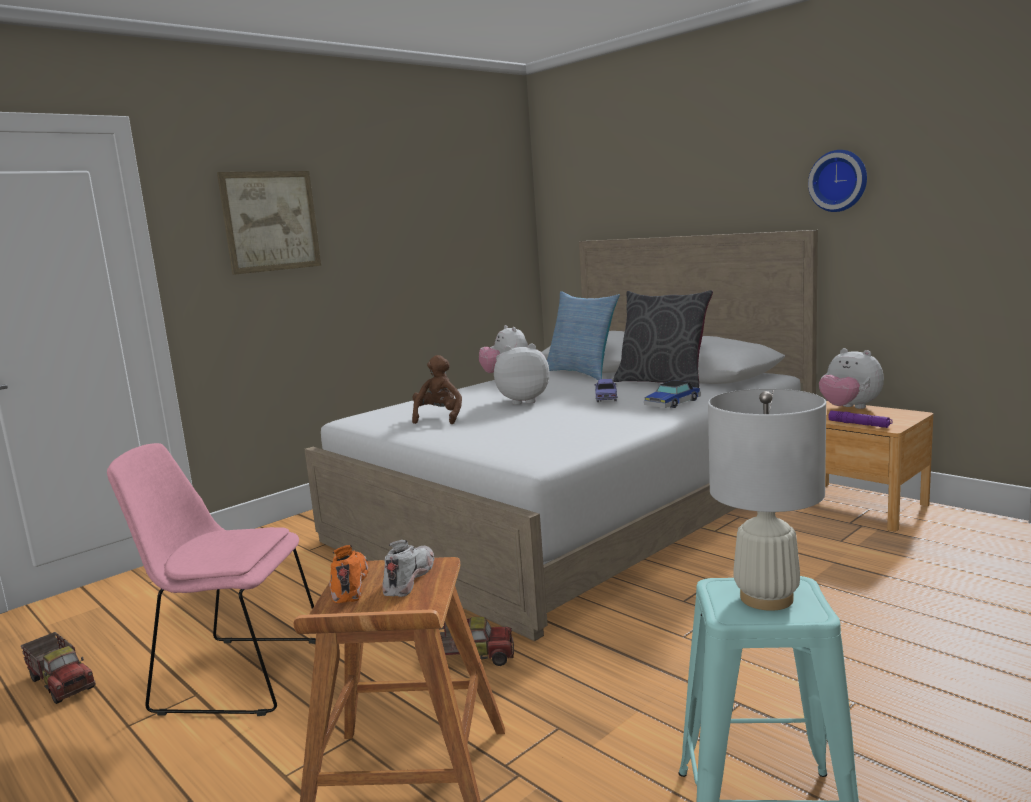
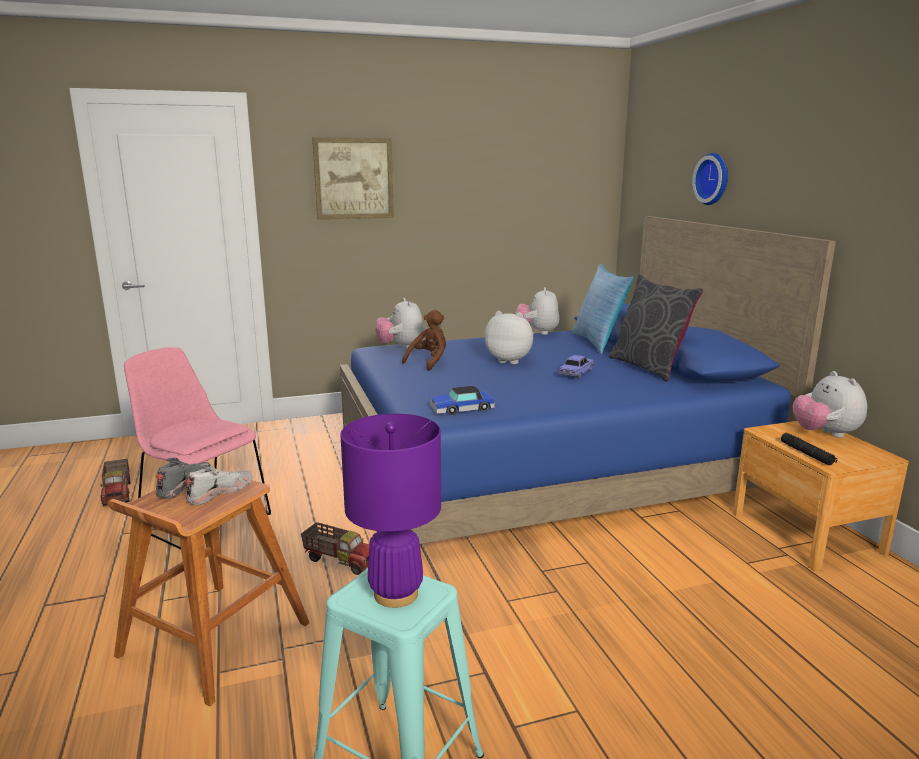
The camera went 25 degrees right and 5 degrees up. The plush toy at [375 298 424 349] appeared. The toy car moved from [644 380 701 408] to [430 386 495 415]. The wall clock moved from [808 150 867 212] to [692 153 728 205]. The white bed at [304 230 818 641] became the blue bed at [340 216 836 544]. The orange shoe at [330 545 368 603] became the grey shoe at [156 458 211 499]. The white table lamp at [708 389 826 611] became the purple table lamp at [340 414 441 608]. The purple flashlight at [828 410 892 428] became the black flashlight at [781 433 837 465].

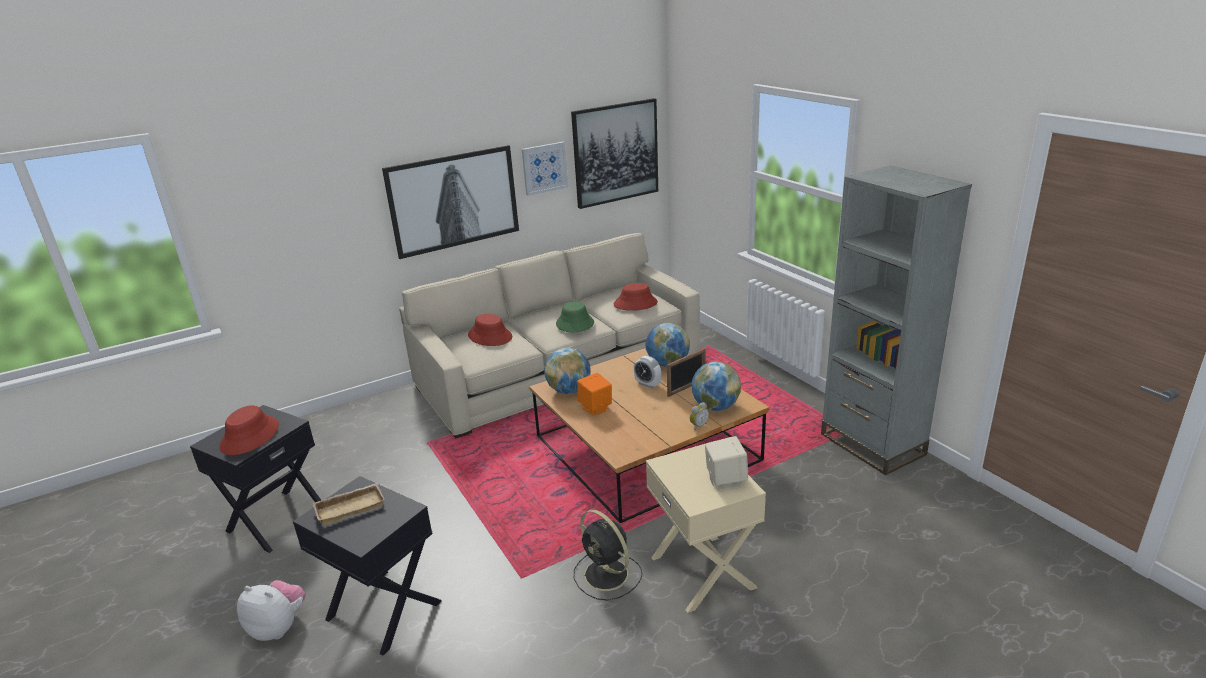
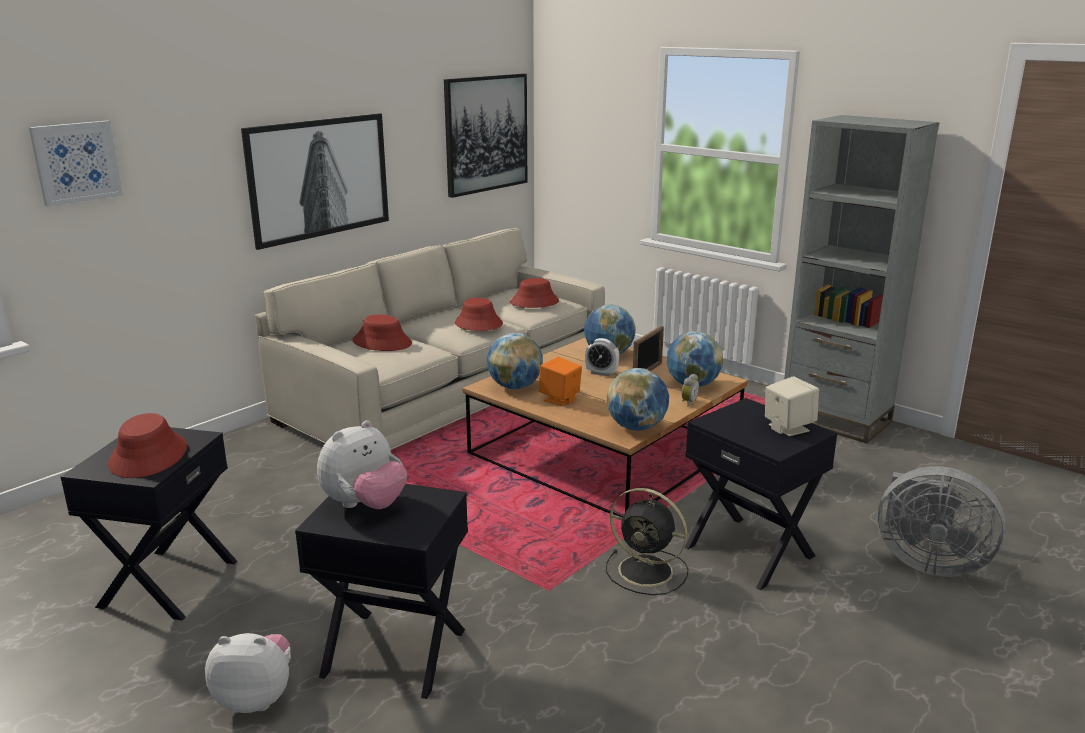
The camera went 20 degrees left and 5 degrees down. The globe at [607 368 669 431] appeared. The grey fan at [878 466 1006 577] appeared. The picture moved from [522 142 568 196] to [29 121 123 207]. The beige tray at [313 483 385 525] was replaced by the plush toy at [317 420 407 509]. The green hat at [556 301 594 332] became the red hat at [455 298 503 331]. The beige side table at [646 444 766 613] became the black side table at [684 398 838 590].

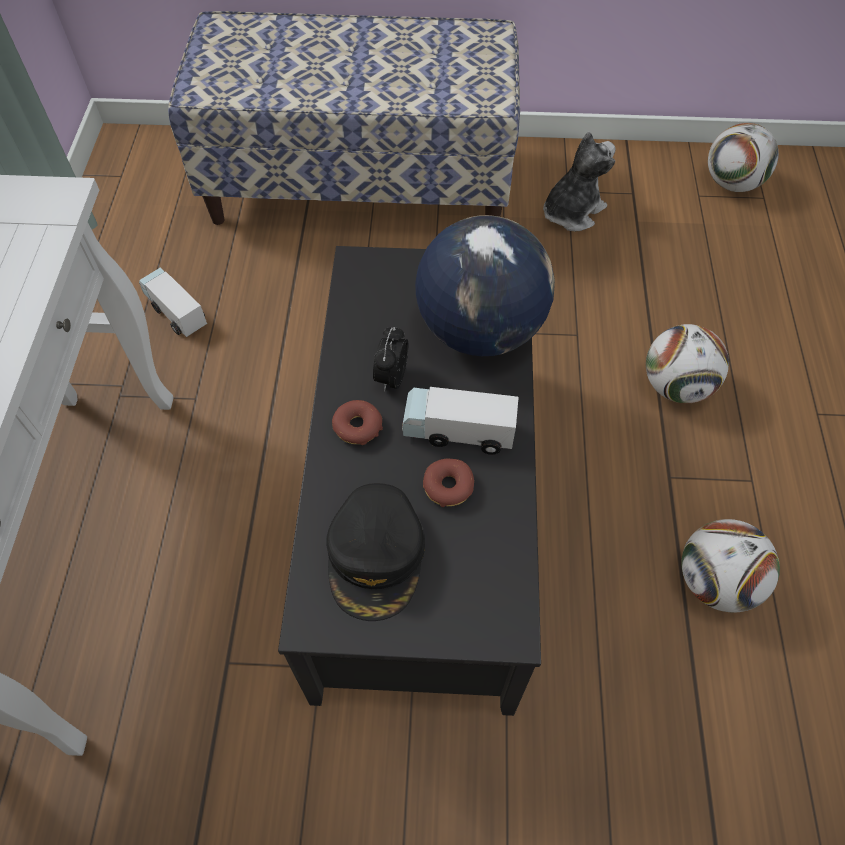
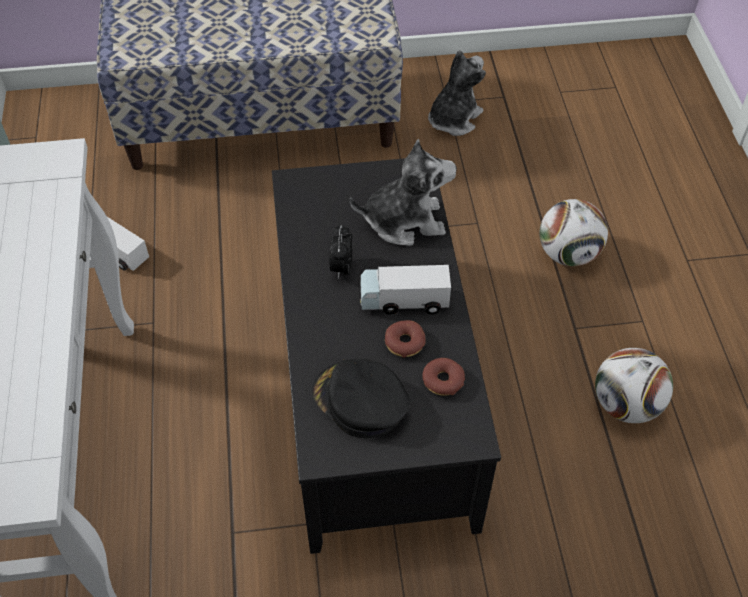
The camera went 10 degrees left and 5 degrees down. The football at [708 123 779 192] disappeared. The donut moved from [332 400 383 445] to [422 358 465 396]. The globe at [415 215 555 356] was replaced by the plush toy at [350 139 457 246]. The black cap at [326 483 425 621] turned 135 degrees clockwise.

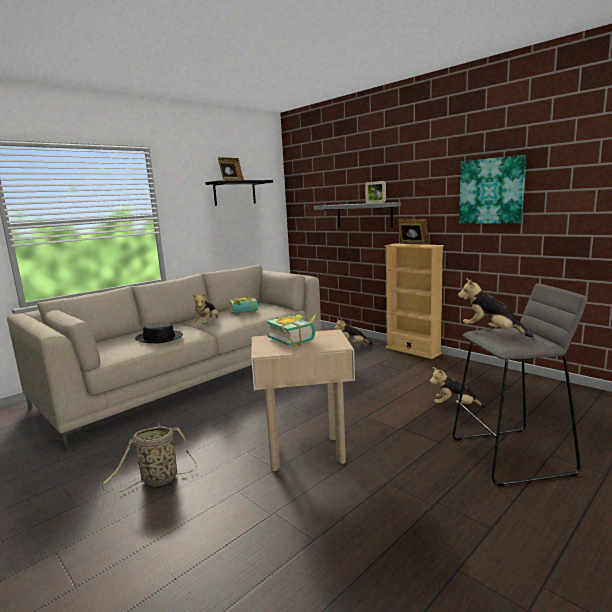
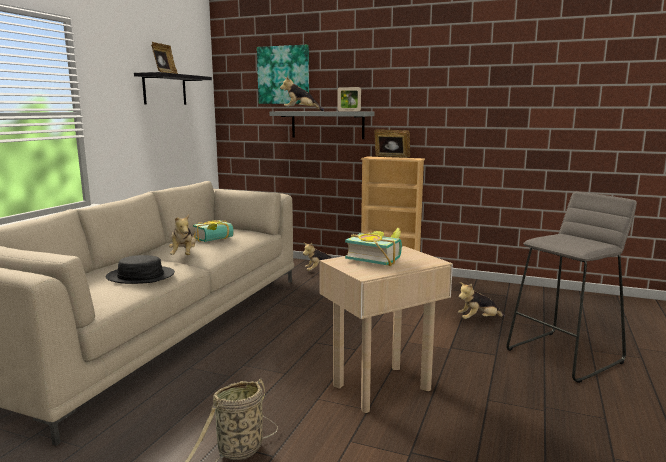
The camera went 25 degrees left and 0 degrees up. The plush toy moved from [458 278 534 338] to [280 76 325 111]. The picture moved from [459 155 526 224] to [257 45 309 104].

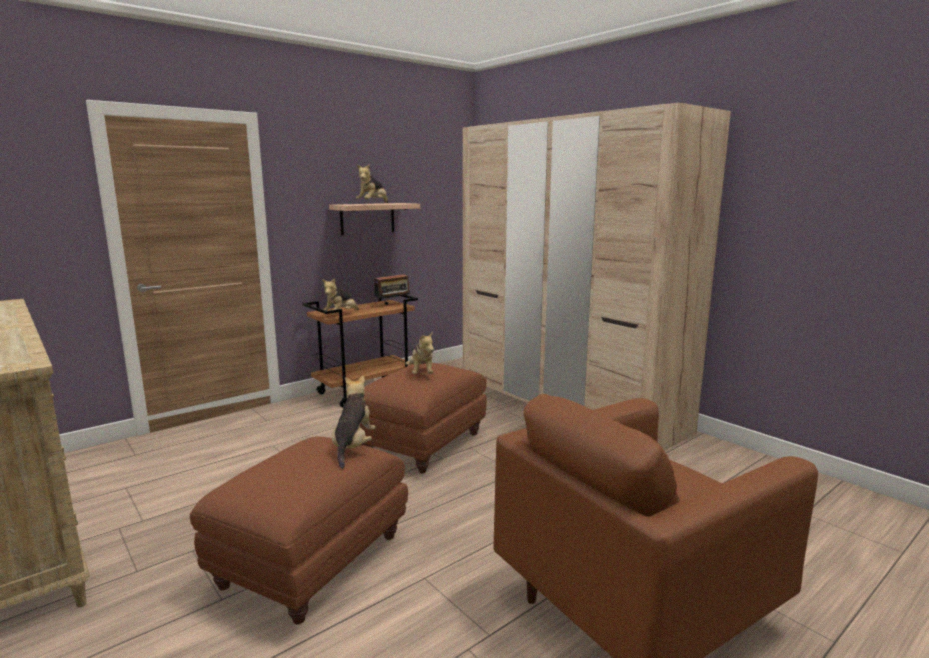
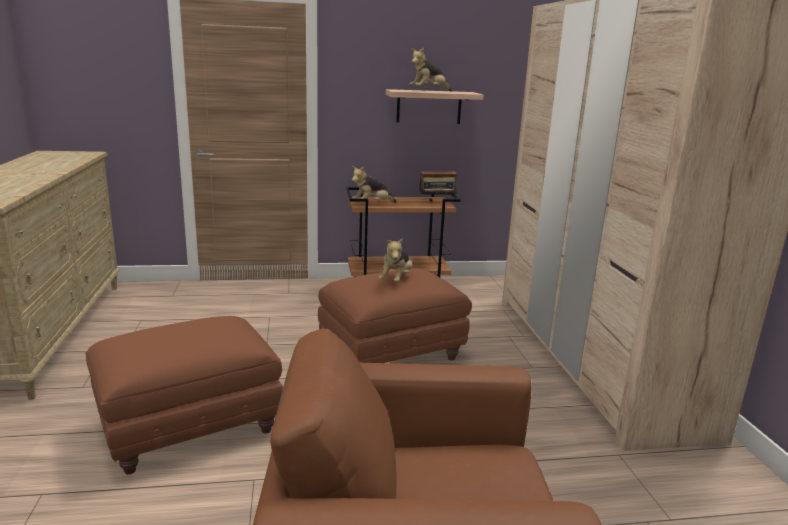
The camera went 30 degrees right and 5 degrees up. The plush toy at [332 376 375 469] disappeared.

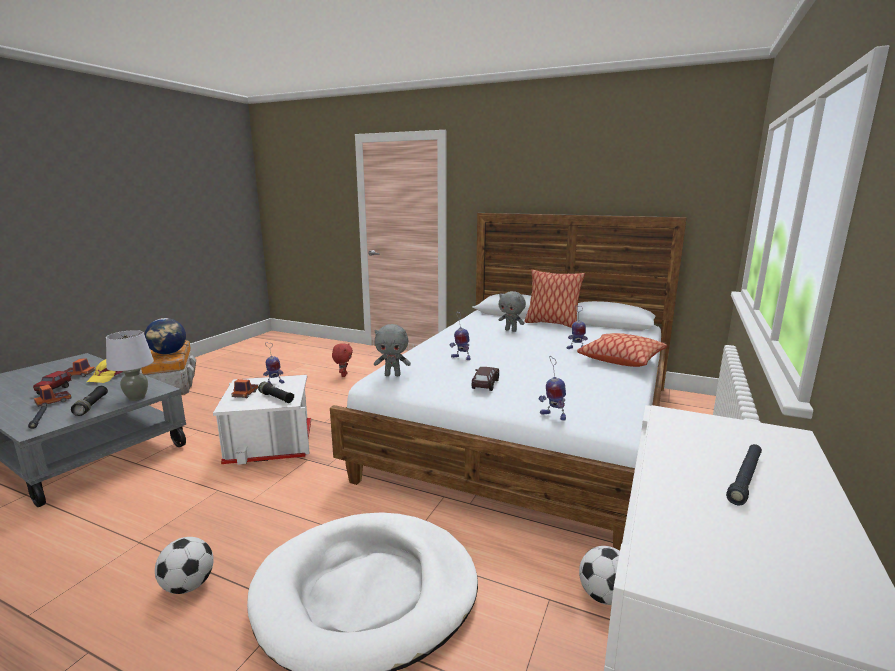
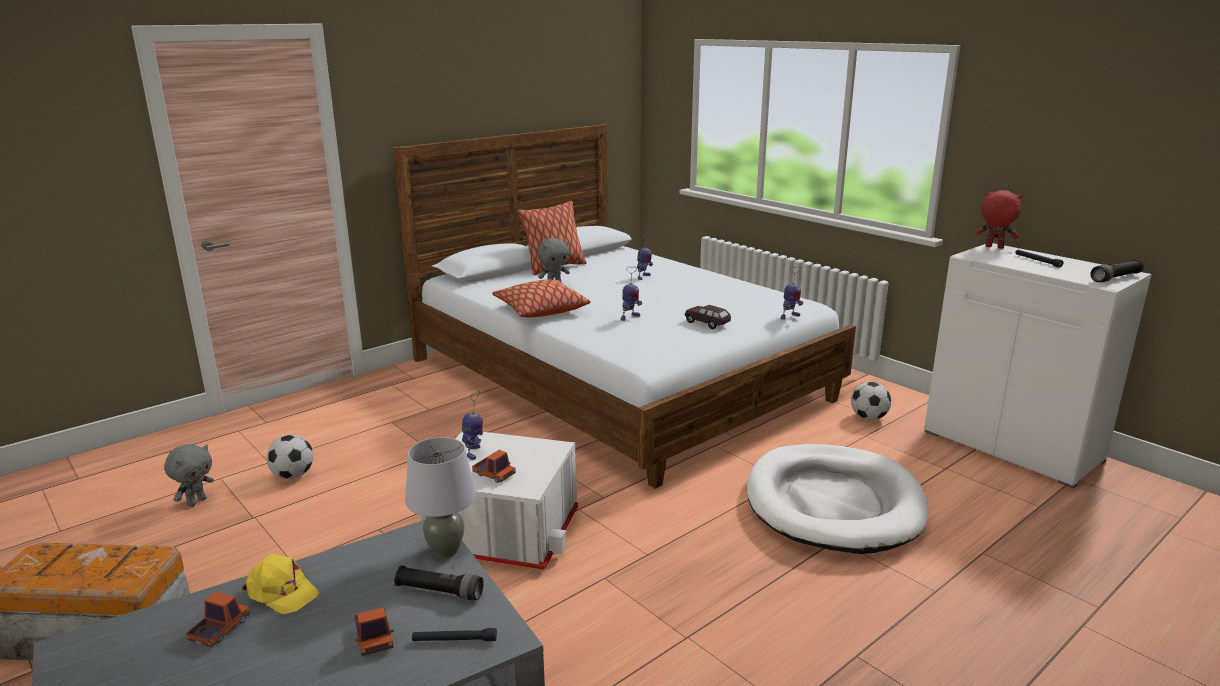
The camera went 65 degrees left and 5 degrees up. The toy truck at [33 371 71 395] disappeared. The globe at [145 318 186 354] disappeared. The football moved from [155 537 214 594] to [267 435 313 479]. The black flashlight moved from [258 382 294 403] to [1090 260 1144 282]. The red plush toy moved from [332 343 353 377] to [975 190 1022 249]. The grey plush toy moved from [374 324 411 376] to [164 444 214 507]. The pillow moved from [577 333 667 367] to [492 279 591 318].

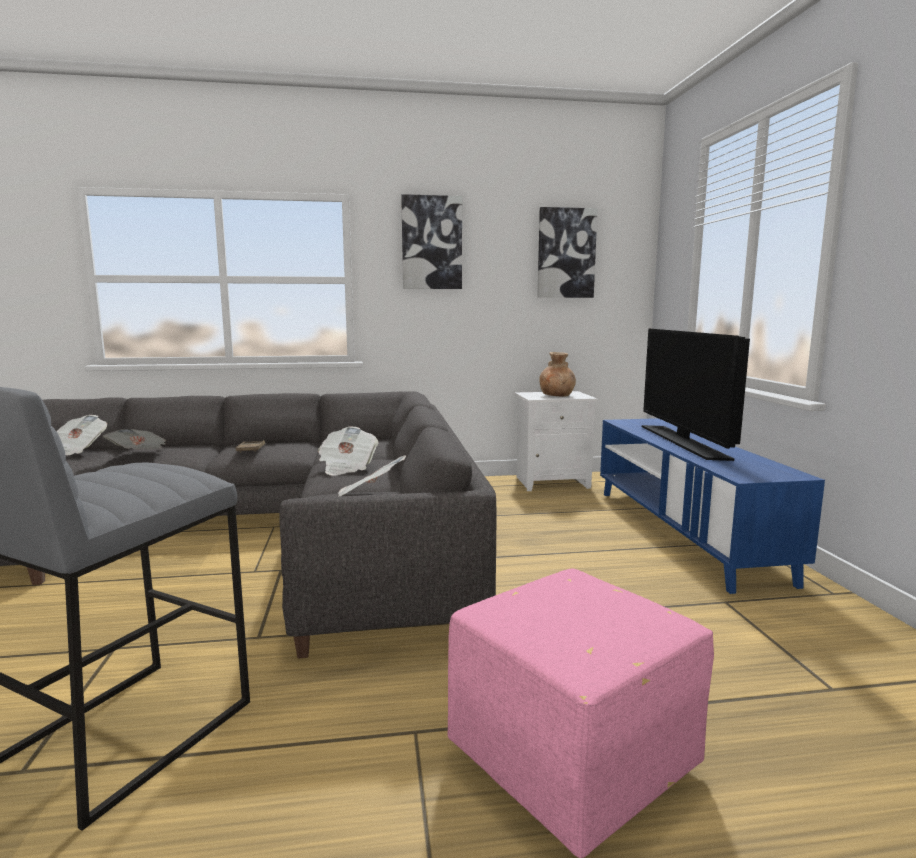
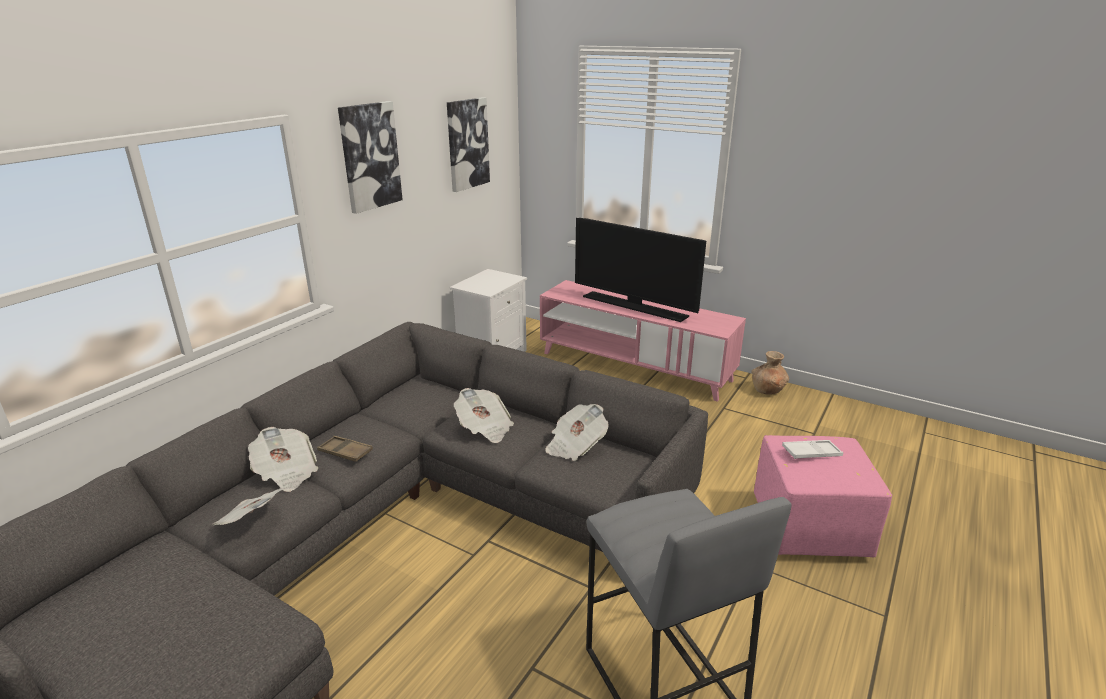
The camera went 50 degrees left and 15 degrees up. The white tray at [782 440 843 459] appeared. The newspaper moved from [56 415 107 455] to [248 427 318 492]. The brown vase moved from [539 352 576 397] to [751 351 789 395]. The blue tv stand at [600 418 825 594] became the pink tv stand at [540 280 746 402].

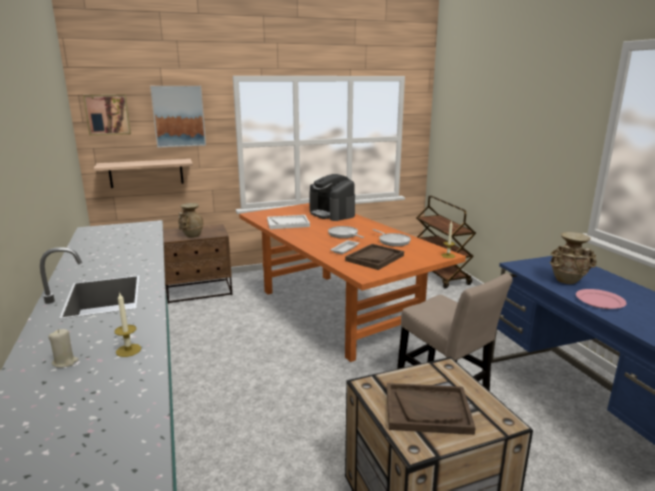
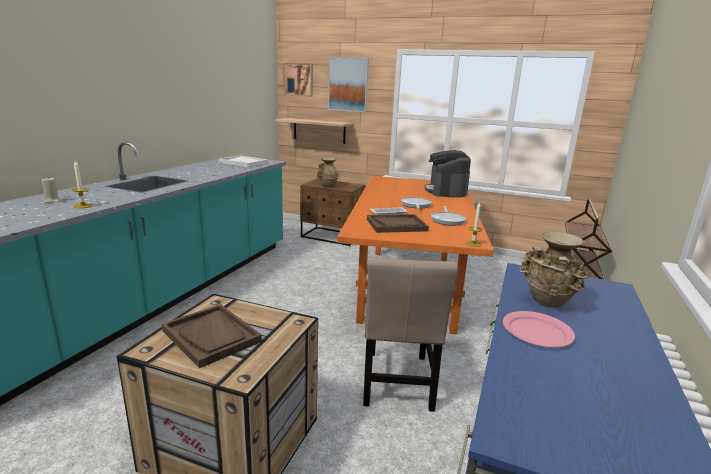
The camera went 40 degrees right and 0 degrees up. The white tray moved from [267 215 310 229] to [219 155 268 167].

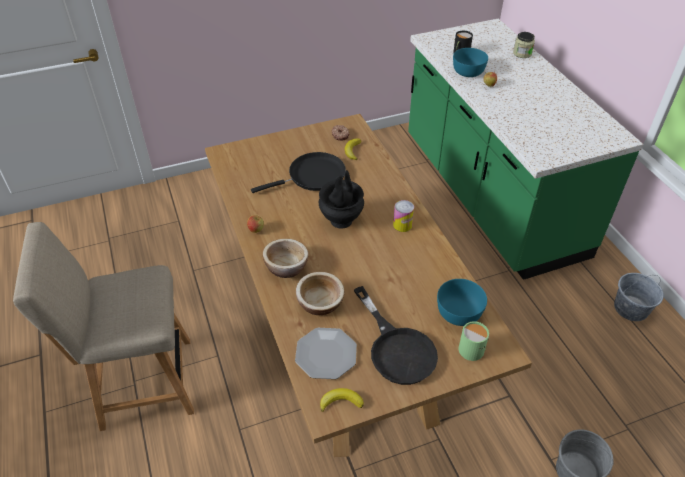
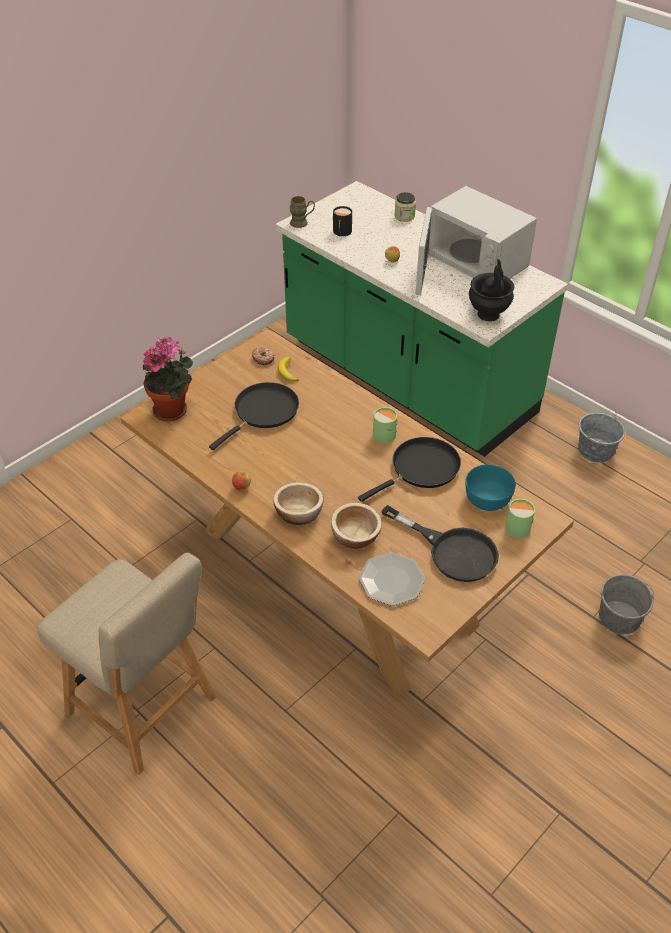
The camera went 25 degrees left and 0 degrees up. The banana at [320 388 364 412] disappeared. The turquoise bowl at [453 48 488 77] disappeared. The potted plant at [143 337 193 421] appeared. The brown mug at [290 196 315 228] appeared. The black frying pan at [358 437 461 502] appeared. The white microwave at [416 186 537 295] appeared. The black vase moved from [319 170 364 229] to [469 259 515 321]. The can at [393 200 414 232] was replaced by the green mug at [373 407 398 443]. The beige chair at [13 222 194 431] turned 105 degrees counterclockwise.

